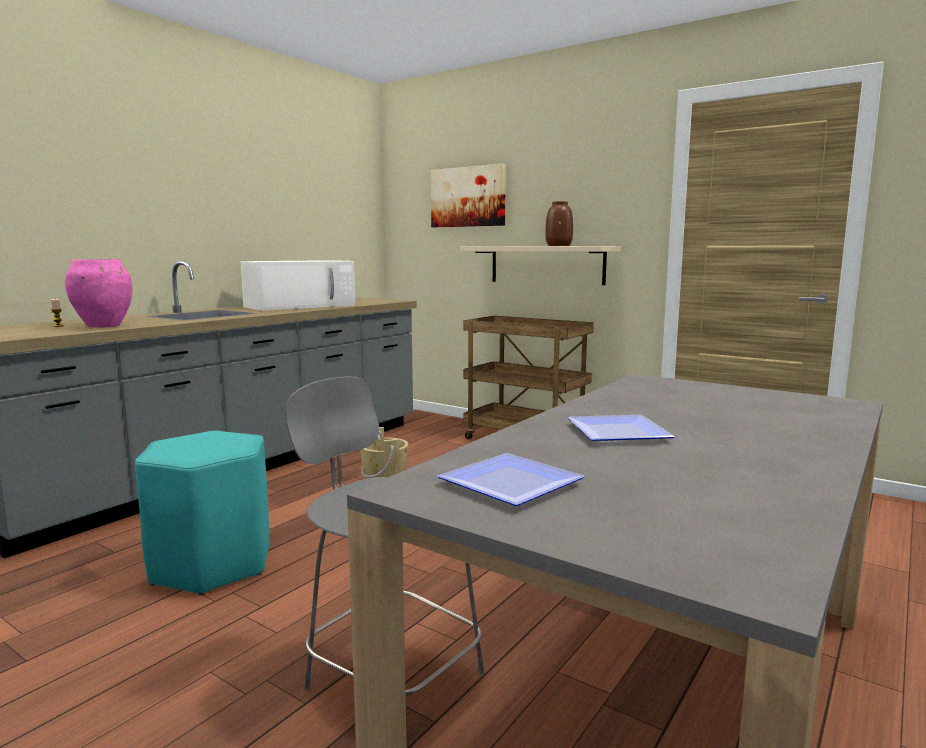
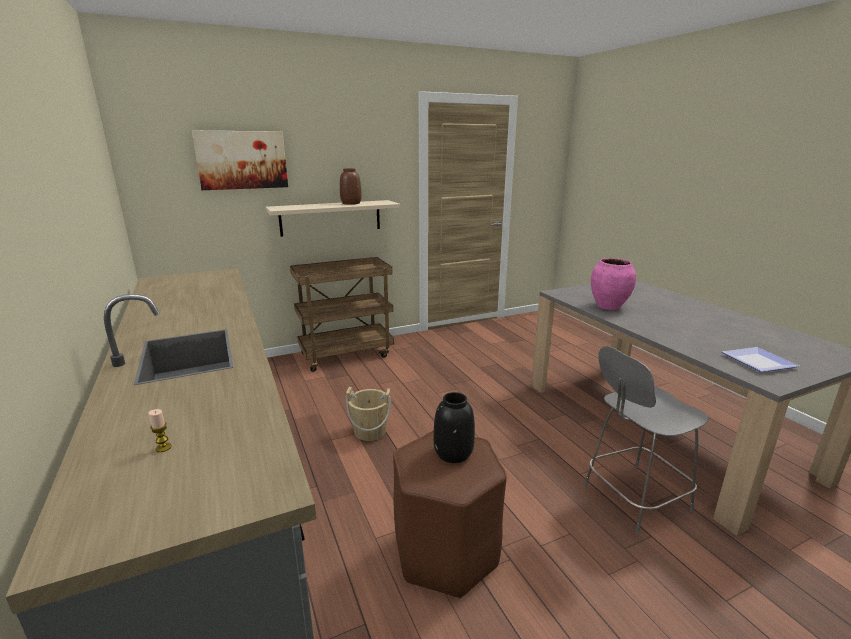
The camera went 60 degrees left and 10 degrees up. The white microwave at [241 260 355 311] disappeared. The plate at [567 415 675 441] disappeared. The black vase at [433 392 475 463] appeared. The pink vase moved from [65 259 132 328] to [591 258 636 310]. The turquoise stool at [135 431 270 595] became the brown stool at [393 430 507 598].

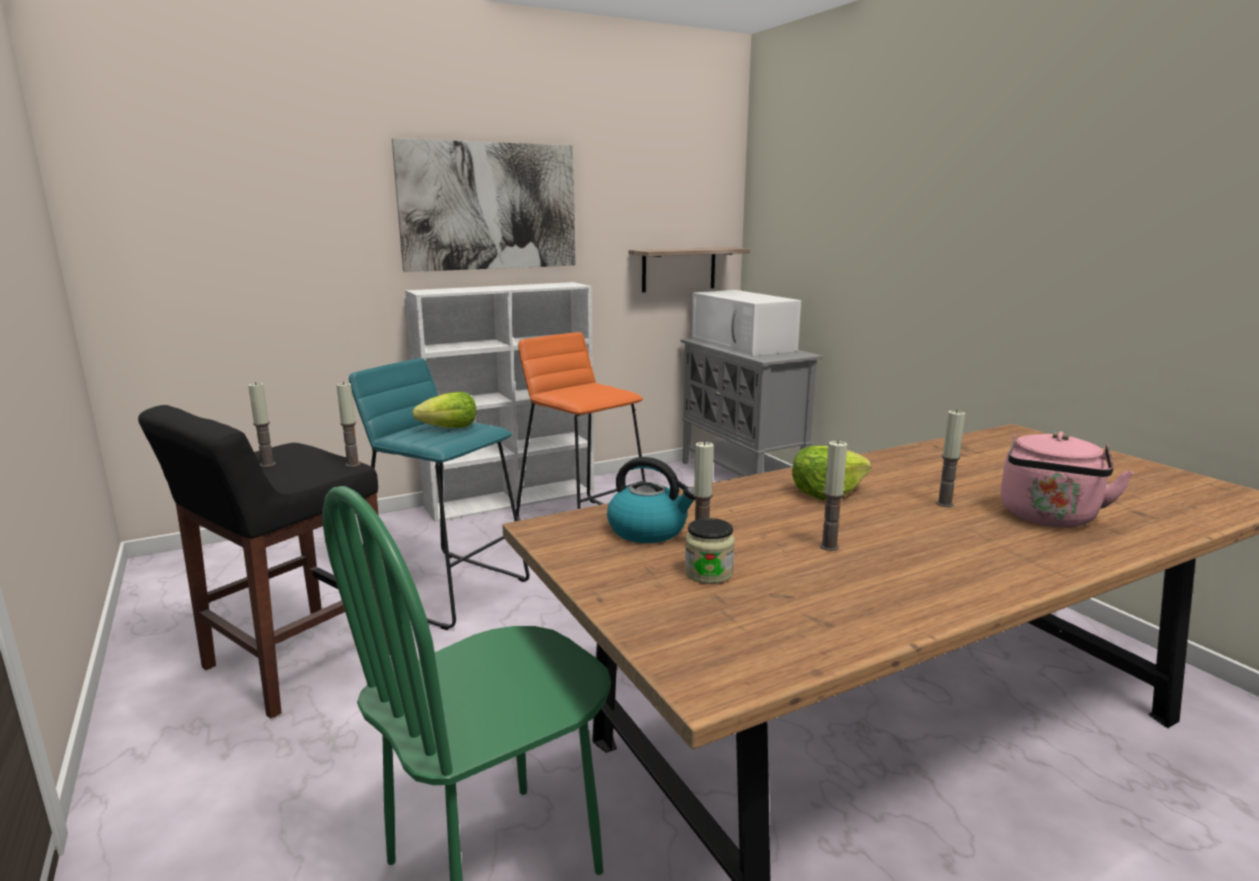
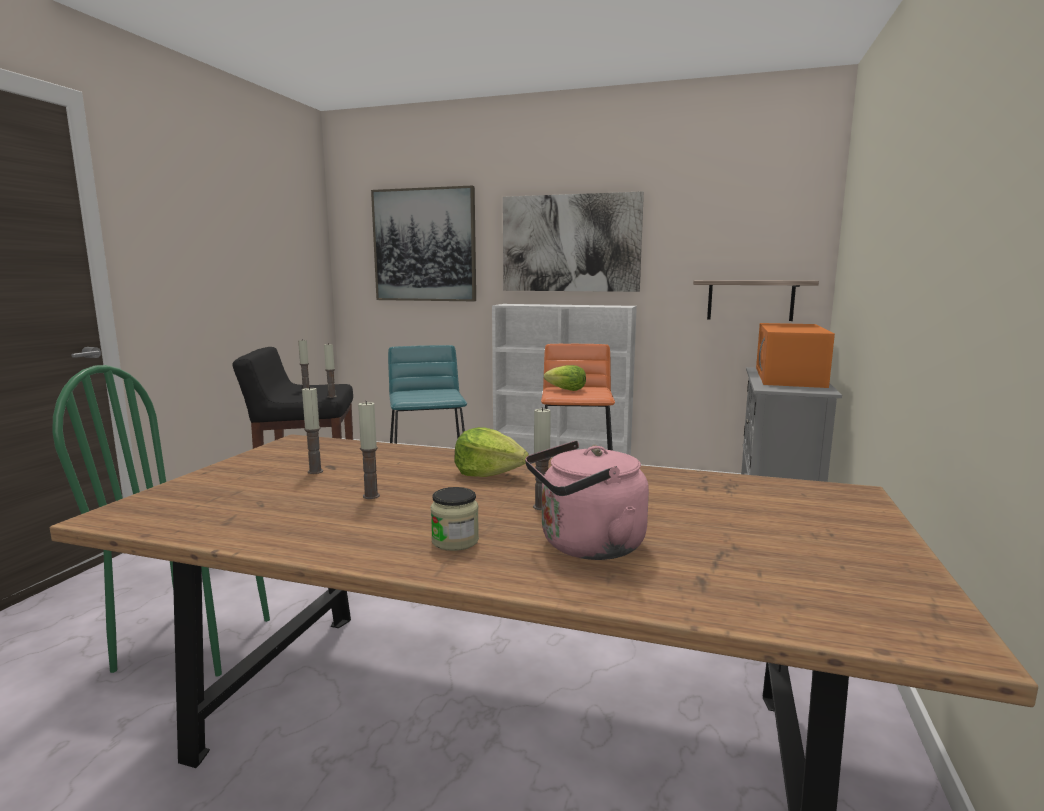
The camera went 45 degrees right and 5 degrees down. The kettle at [607 457 695 543] disappeared. The picture at [371 186 476 301] appeared. The lettuce moved from [412 392 476 428] to [544 365 586 391]. The jar moved from [685 518 735 584] to [430 487 479 551]. The white microwave at [692 290 801 356] became the orange microwave at [756 323 835 388].

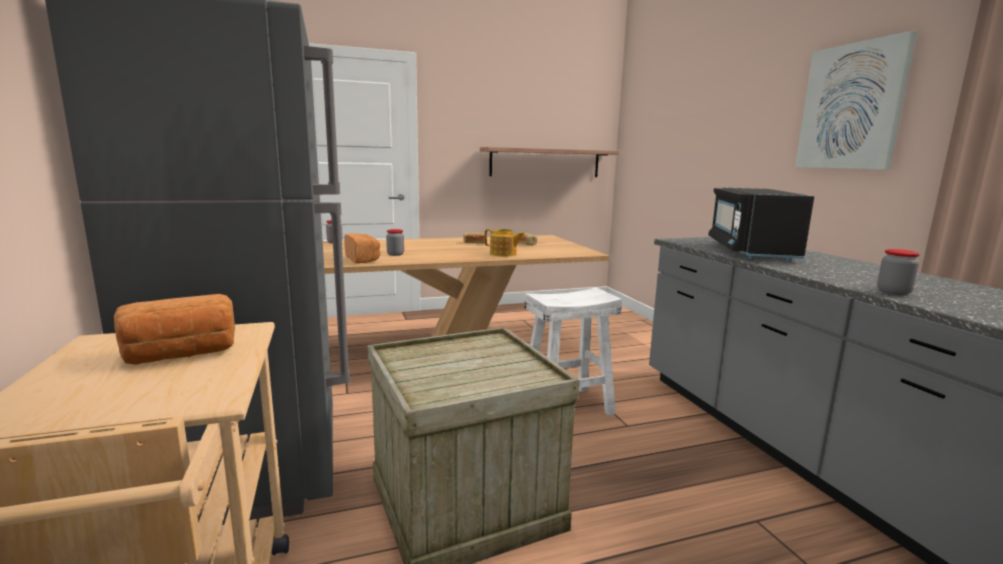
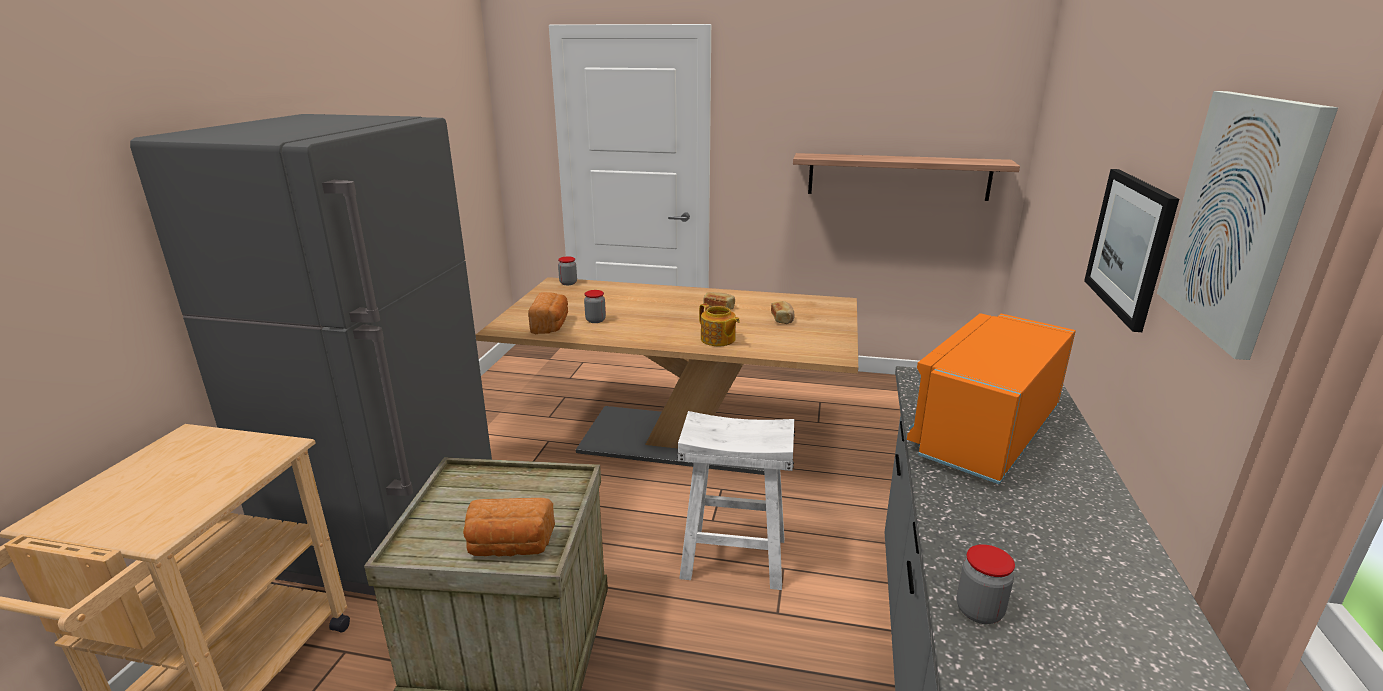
The camera went 30 degrees right and 10 degrees up. The picture at [1084 169 1179 332] appeared. The bread moved from [114 294 235 365] to [463 498 555 557]. The black microwave at [708 188 814 261] became the orange microwave at [907 313 1076 484].

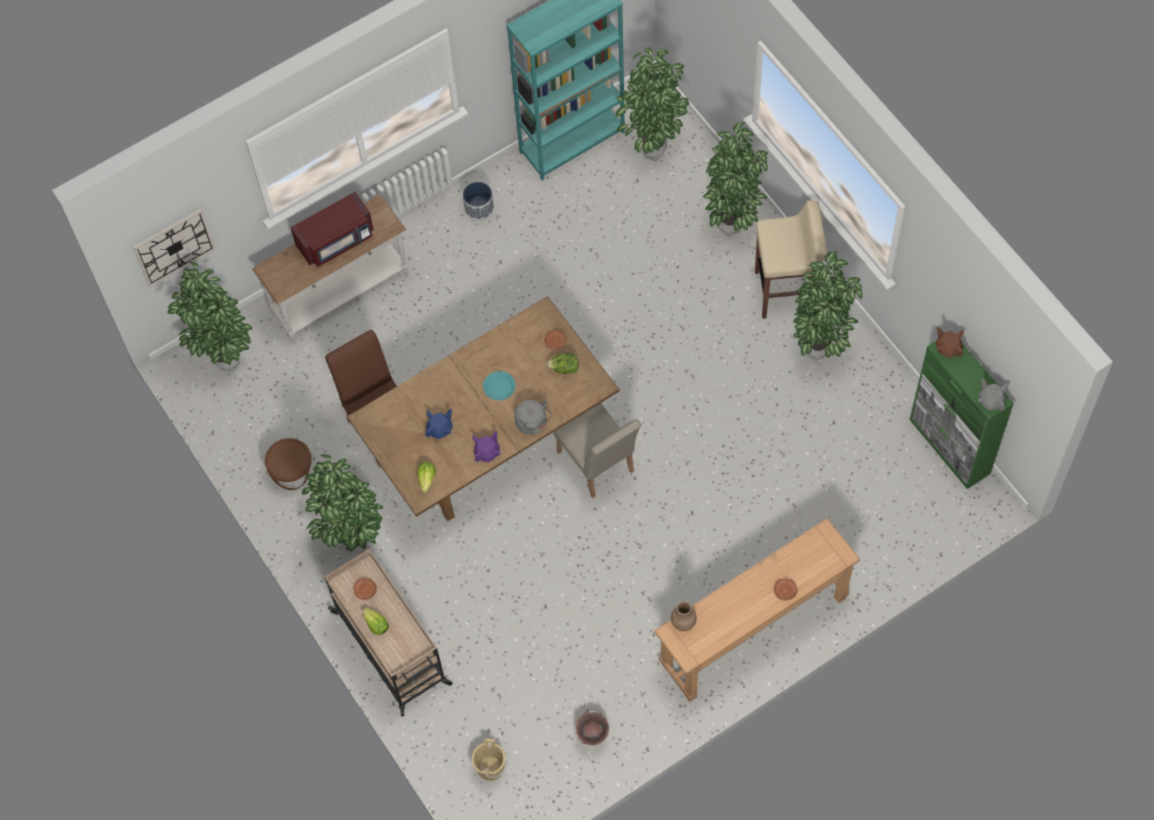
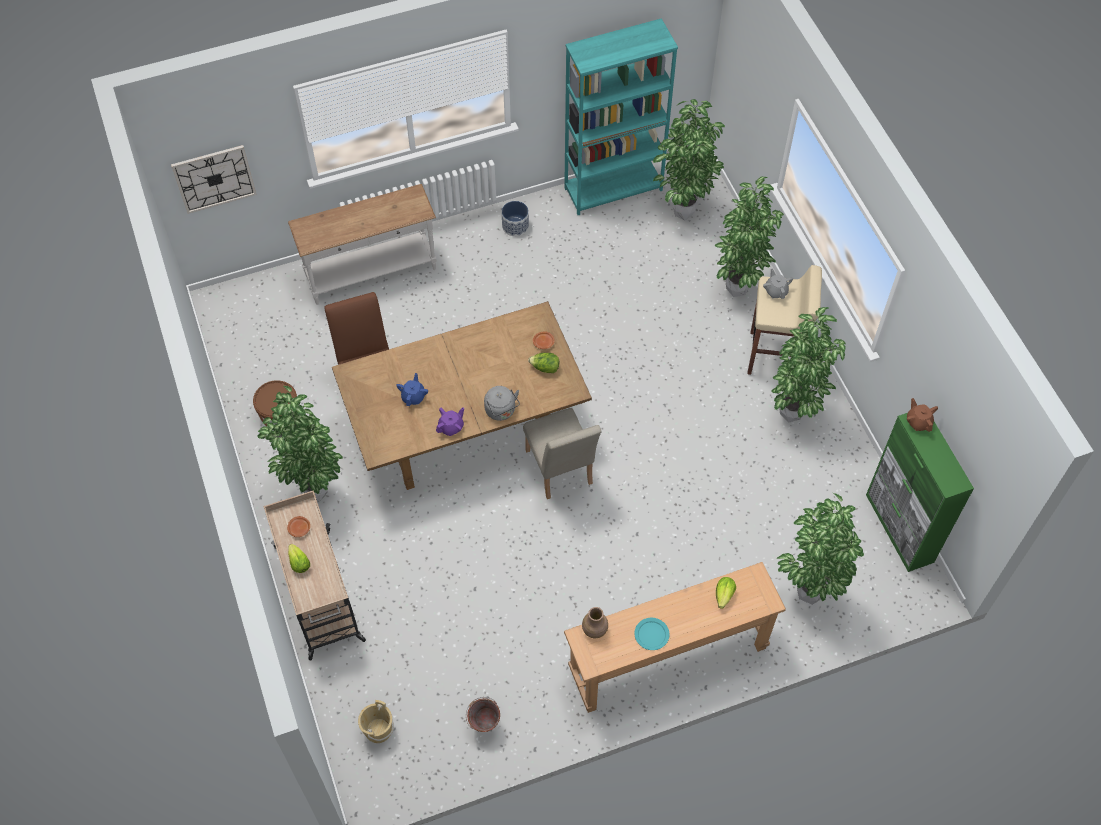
The camera went 10 degrees right and 5 degrees down. The red microwave at [290 192 374 267] disappeared. The brown plate at [774 578 798 601] disappeared. The potted plant moved from [167 262 252 372] to [776 493 864 605]. The lettuce moved from [418 462 436 493] to [716 577 736 609]. The turquoise plate moved from [483 371 516 400] to [634 618 669 650]. The grey teapot moved from [978 378 1008 411] to [763 268 793 299]. The blue teapot at [425 409 453 439] turned 45 degrees counterclockwise.

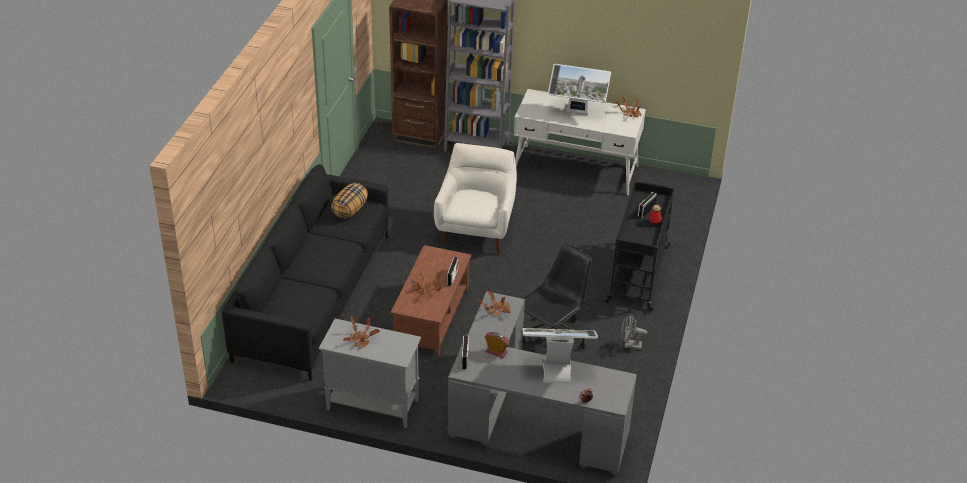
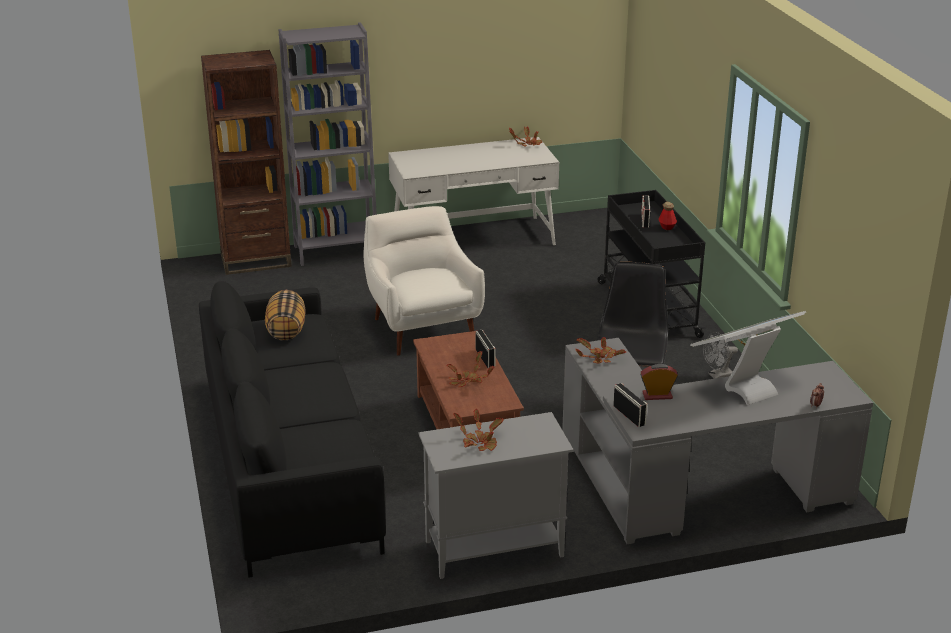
The camera went 30 degrees left and 10 degrees down. The monitor at [548 64 611 115] disappeared.

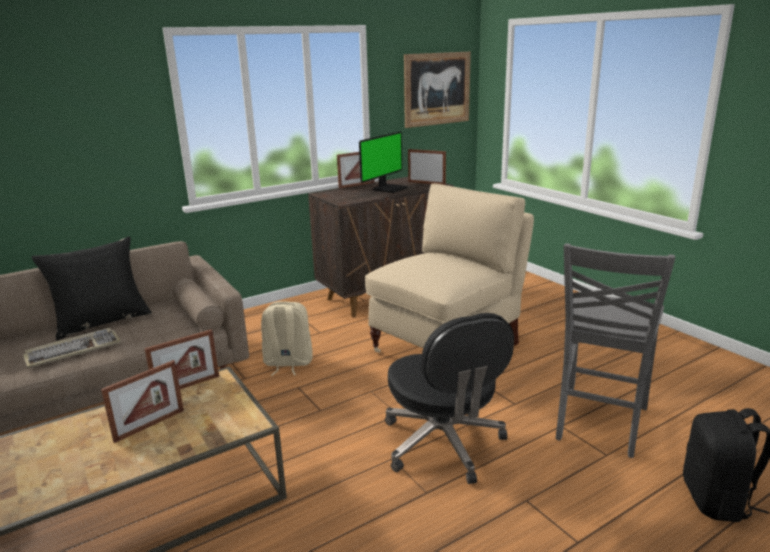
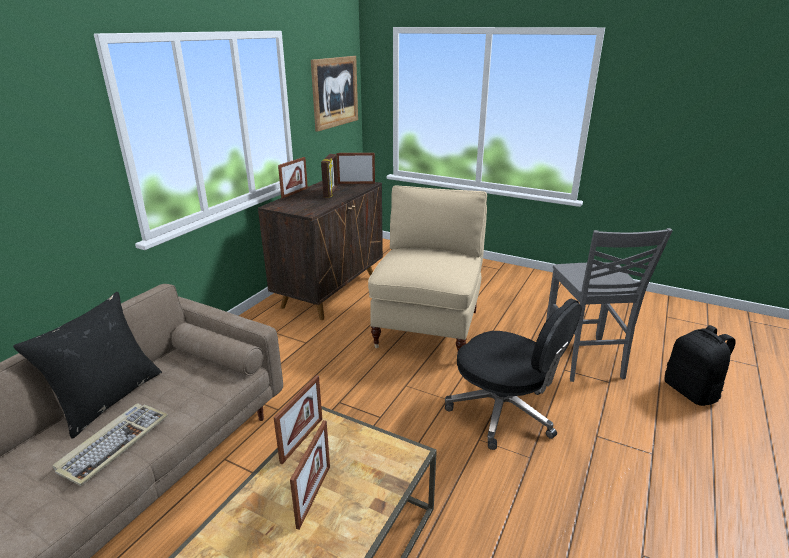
The camera went 30 degrees left and 5 degrees up. The beige backpack at [261 301 313 376] disappeared. The monitor at [359 132 408 193] was replaced by the picture frame at [321 154 338 198].

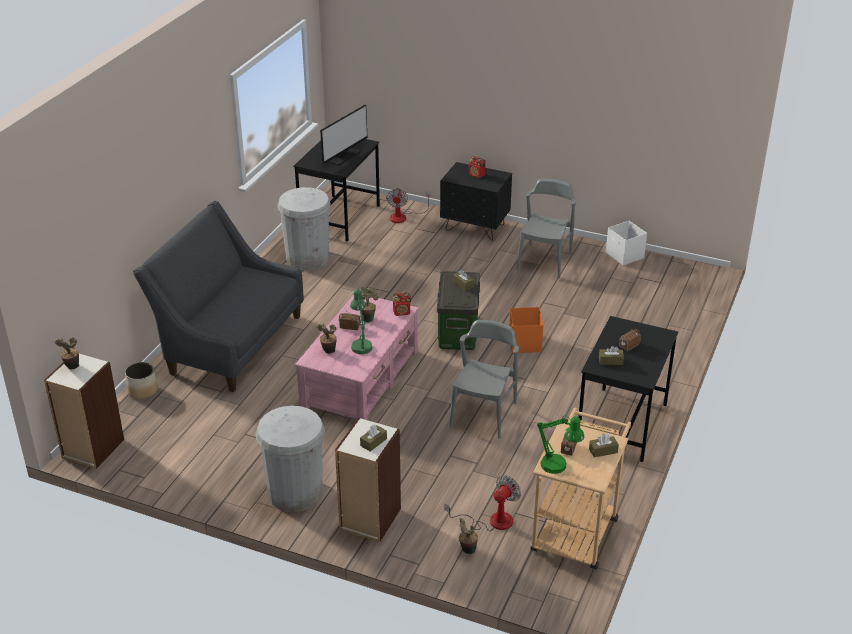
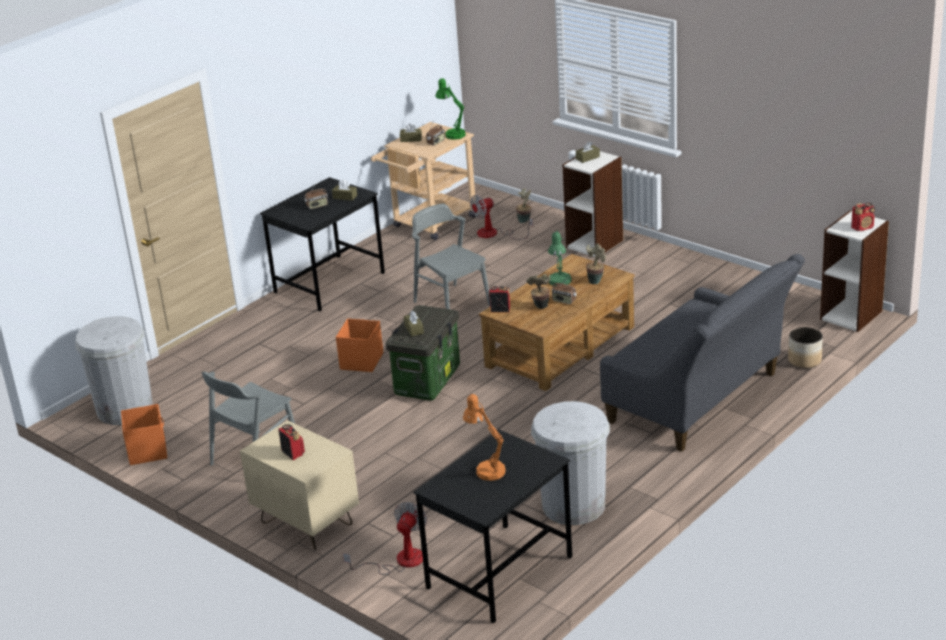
The camera went 160 degrees left and 5 degrees down. The white trash can moved from [256 406 325 512] to [75 316 153 425]. The potted plant at [55 337 79 369] was replaced by the radio at [851 203 875 231]. The monitor at [320 105 368 166] was replaced by the orange table lamp at [463 394 505 481]. The pink coffee table at [295 294 419 420] became the brown coffee table at [479 254 635 391]. The black nightstand at [440 162 512 240] became the beige nightstand at [240 420 359 550]. The white storage box at [606 221 647 266] became the orange storage box at [121 404 167 465]. The grey chair at [449 320 519 439] turned 105 degrees clockwise.

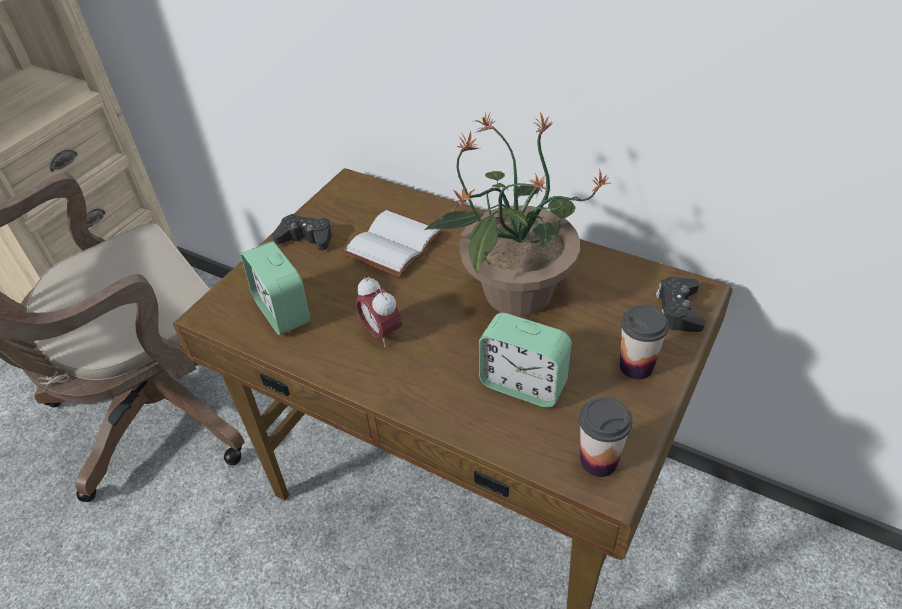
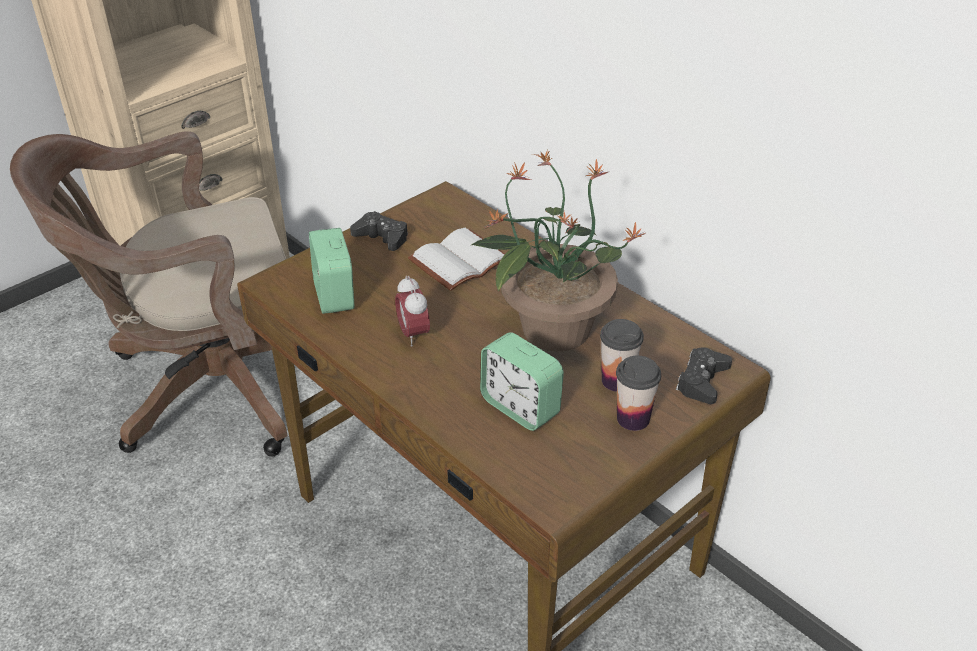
The camera went 15 degrees right and 5 degrees down. The cup moved from [579 397 633 477] to [600 319 644 392].

